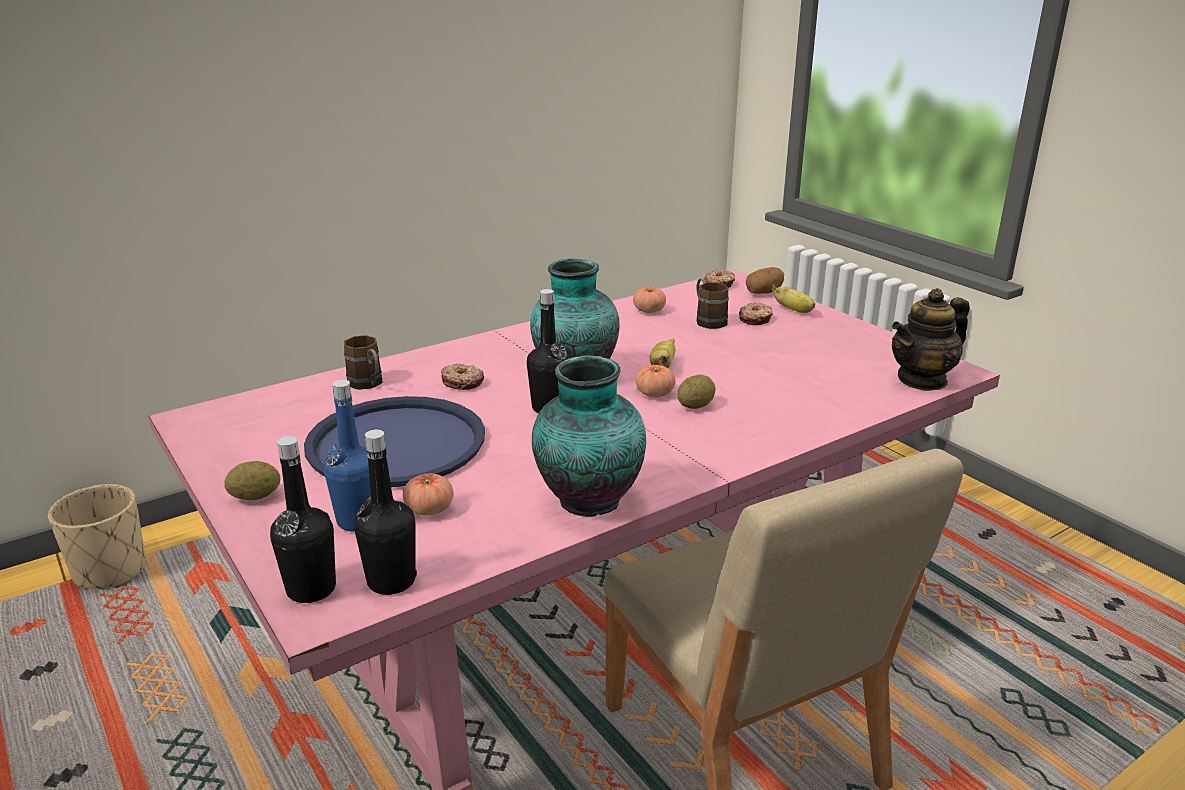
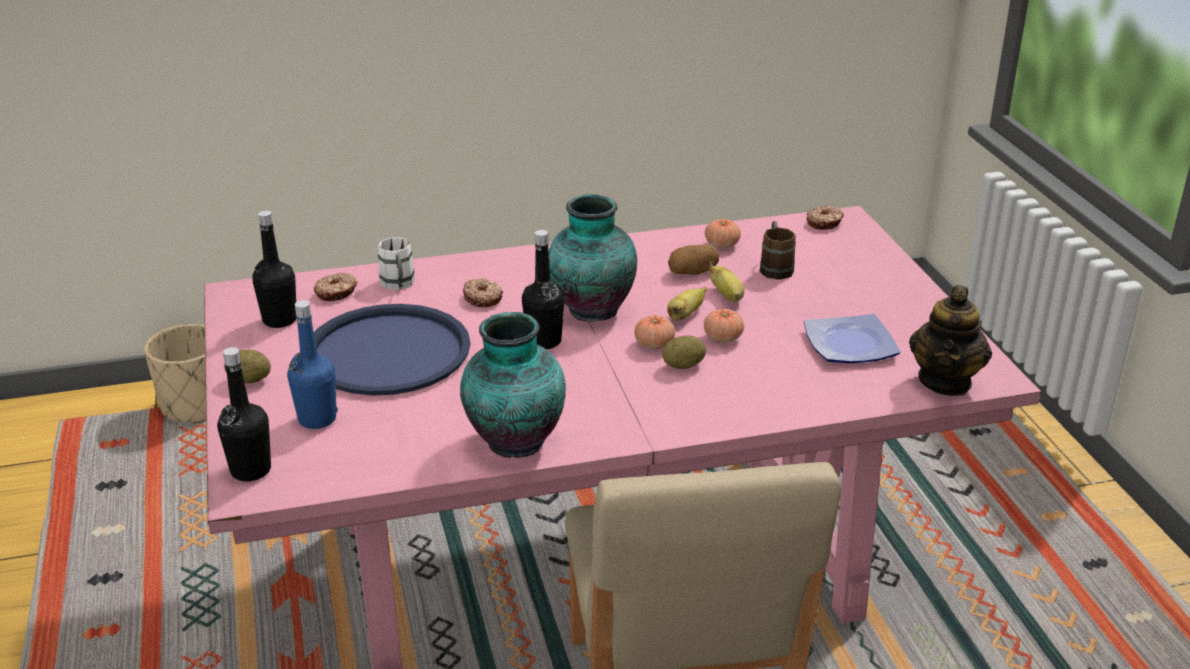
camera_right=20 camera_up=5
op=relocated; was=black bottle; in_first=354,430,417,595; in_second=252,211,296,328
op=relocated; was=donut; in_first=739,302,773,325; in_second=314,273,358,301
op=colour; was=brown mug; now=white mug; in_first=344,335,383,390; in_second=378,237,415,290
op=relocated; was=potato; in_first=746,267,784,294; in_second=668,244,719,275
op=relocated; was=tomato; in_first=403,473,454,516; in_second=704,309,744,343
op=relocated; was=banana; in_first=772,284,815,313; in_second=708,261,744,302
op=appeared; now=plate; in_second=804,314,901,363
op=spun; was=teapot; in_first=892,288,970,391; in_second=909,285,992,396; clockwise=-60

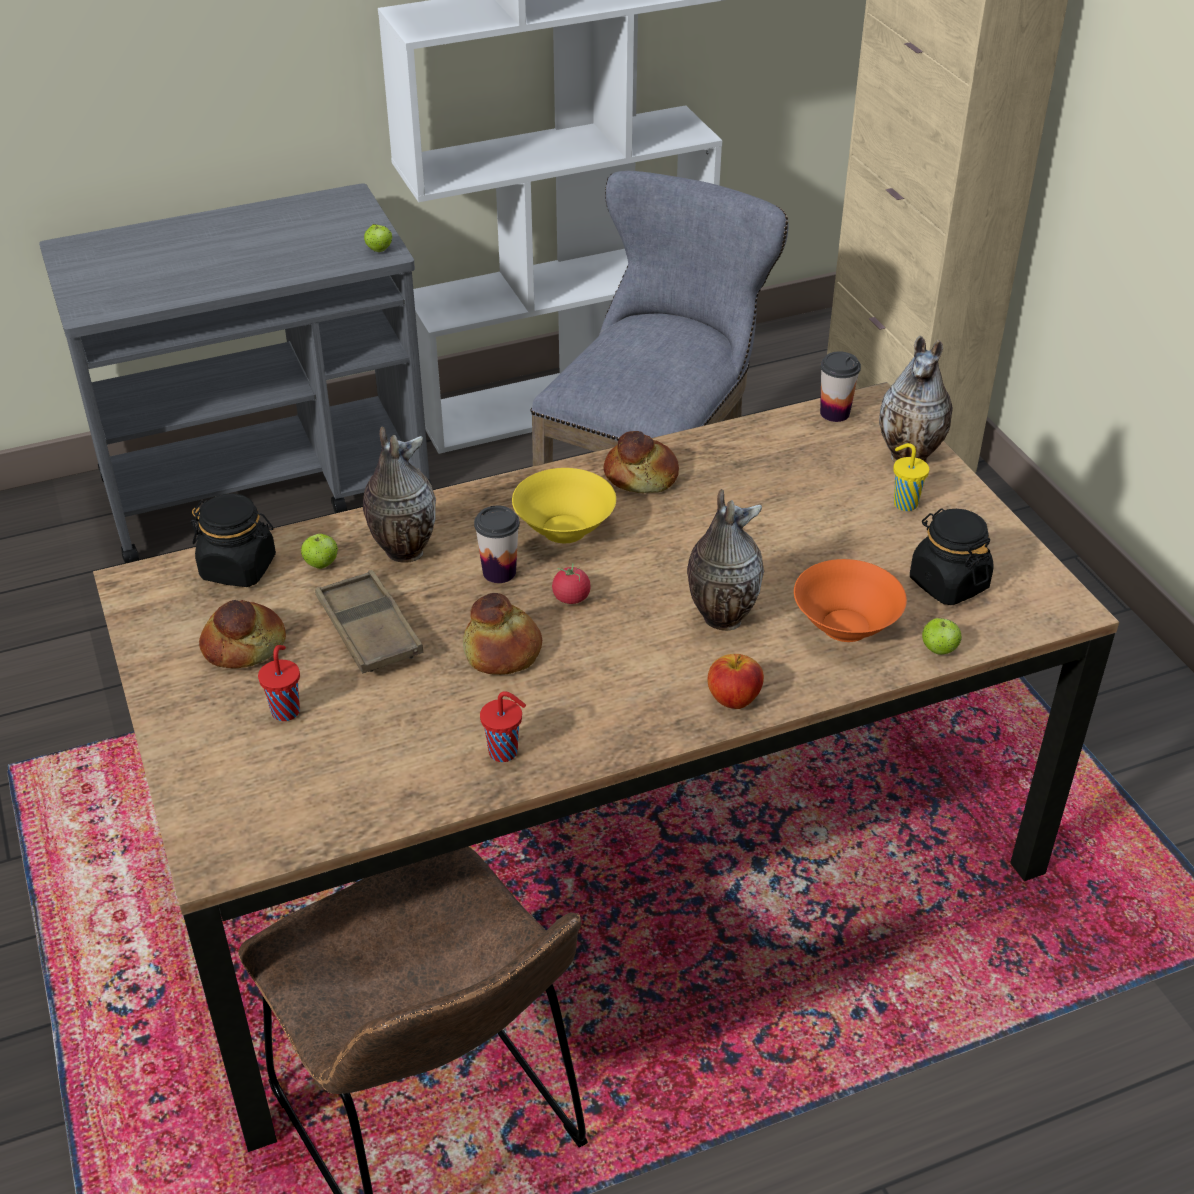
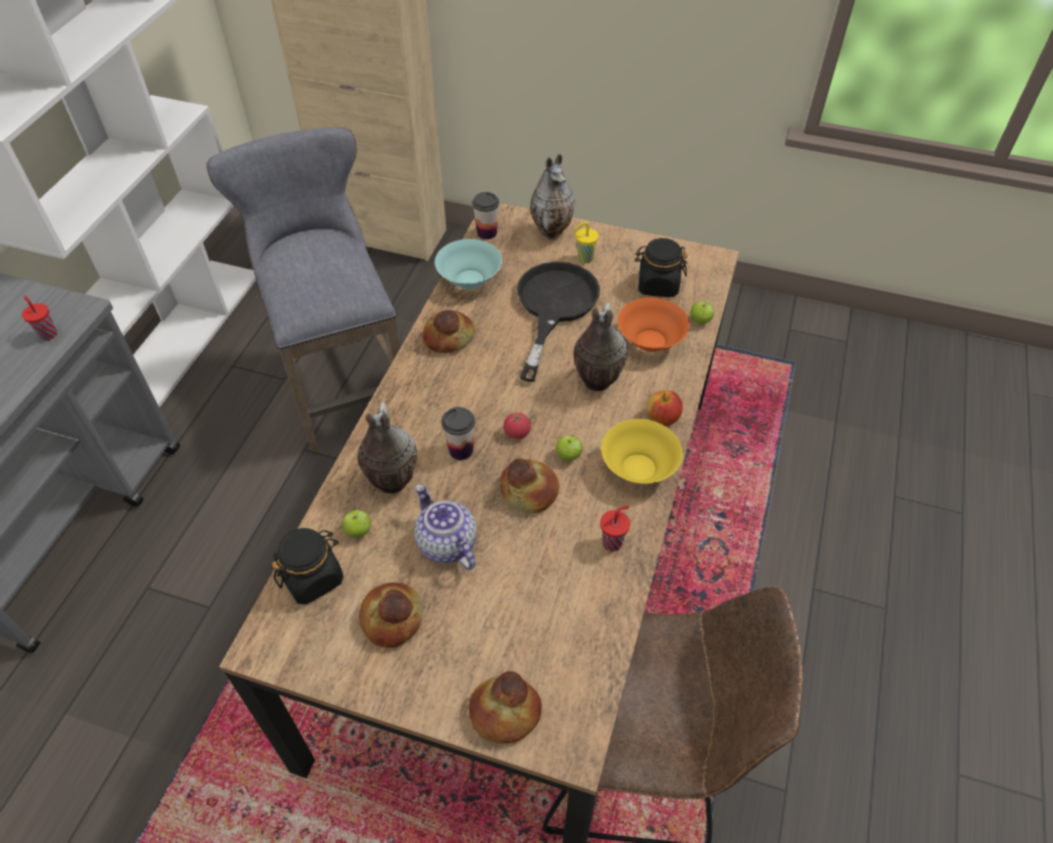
camera_right=-50 camera_up=10
op=relocated; was=red cup; in_first=258,645,300,721; in_second=22,296,57,341
op=exchanged; was=brown tray; now=teapot; in_first=315,570,424,673; in_second=414,484,477,570
op=appeared; now=turquoise bowl; in_second=435,239,502,290
op=appeared; now=bread; in_second=469,671,542,744
op=appeared; now=black frying pan; in_second=517,261,600,382
op=relocated; was=apple; in_first=364,224,392,252; in_second=556,435,583,461
op=relocated; was=yellow bowl; in_first=512,468,616,543; in_second=601,419,682,484

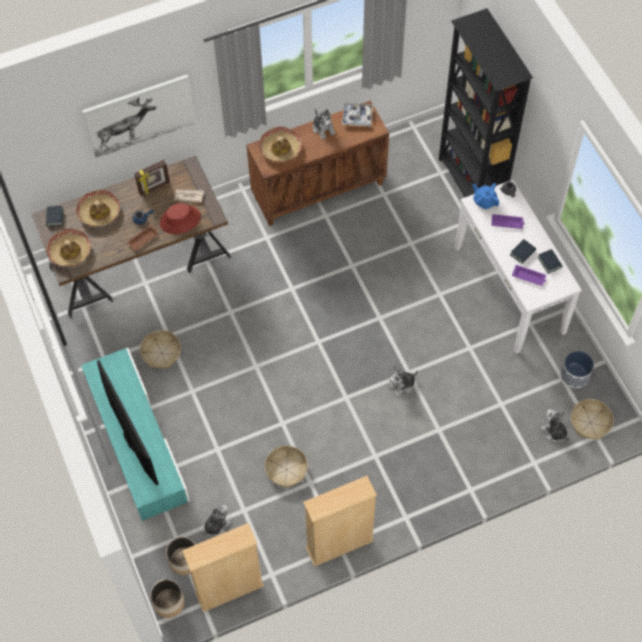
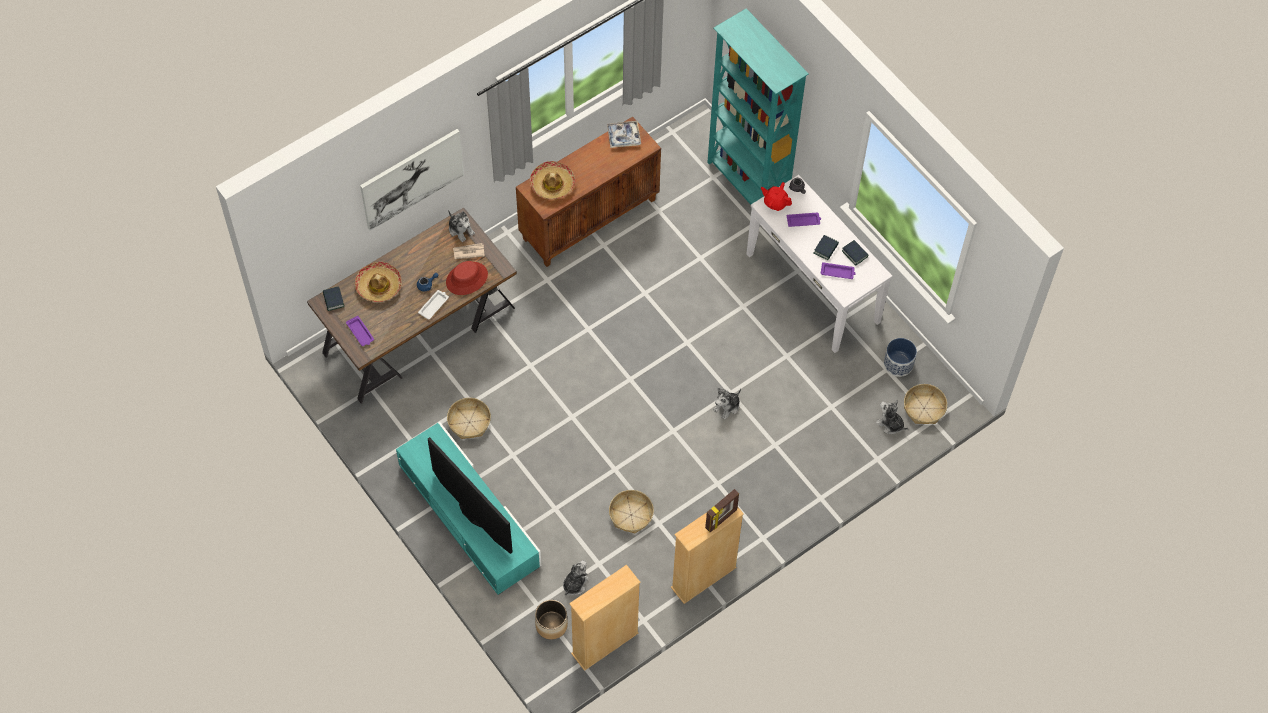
camera_right=-15 camera_up=0
op=exchanged; was=hat; now=purple tray; in_first=46,228,91,266; in_second=346,316,374,346
op=colour; was=brown tray; now=white tray; in_first=127,225,159,251; in_second=418,290,449,320
op=relocated; was=plush toy; in_first=313,108,335,140; in_second=448,210,475,242
op=relocated; was=picture frame; in_first=134,160,170,196; in_second=705,489,739,532
op=colour; was=black bookcase; now=turquoise bookcase; in_first=439,8,533,197; in_second=707,8,809,205
op=colour; was=blue teapot; now=red teapot; in_first=472,183,499,210; in_second=761,182,792,211
op=missing; was=planter; in_first=150,579,185,618

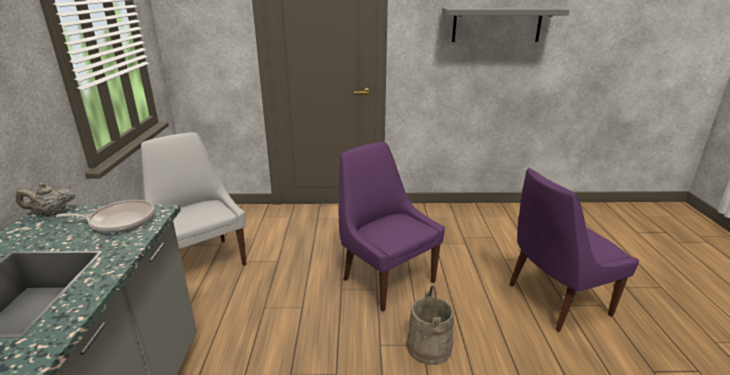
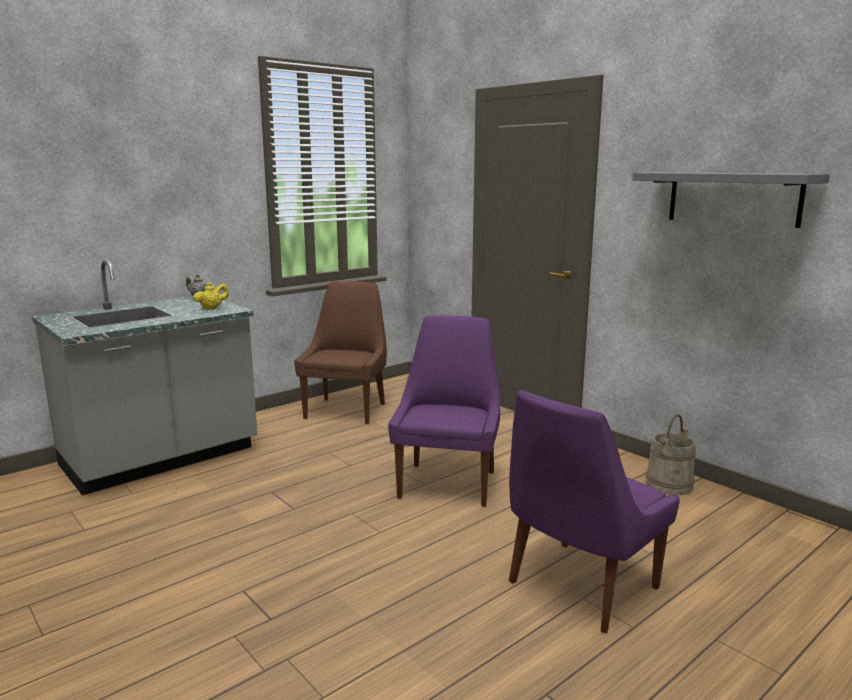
camera_right=50 camera_up=-10
op=exchanged; was=frying pan; now=yellow teapot; in_first=56,200,154,233; in_second=193,282,229,309
op=colour; was=white chair; now=brown chair; in_first=141,132,247,266; in_second=294,281,387,424
op=spun; was=purple chair; in_first=509,168,639,332; in_second=509,390,680,634; clockwise=-75
op=relocated; was=beige bucket; in_first=407,285,454,365; in_second=646,414,696,495

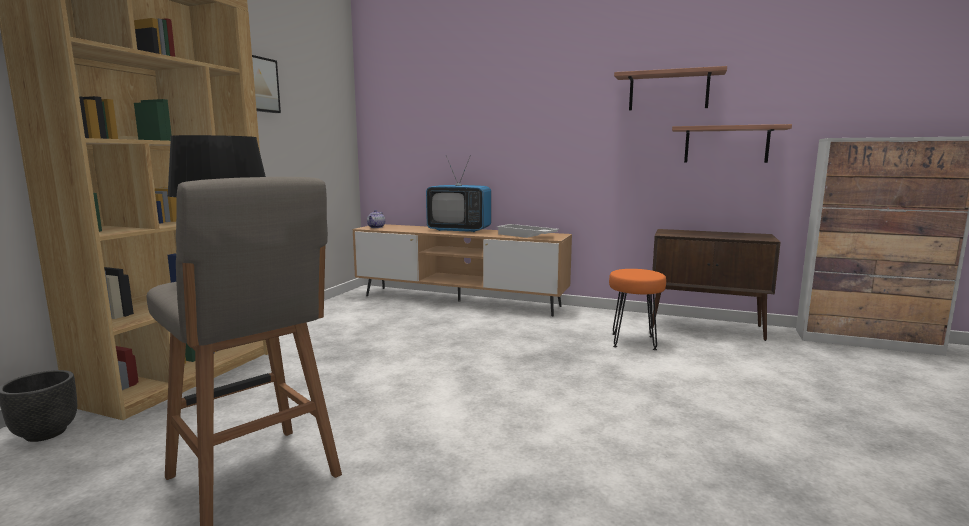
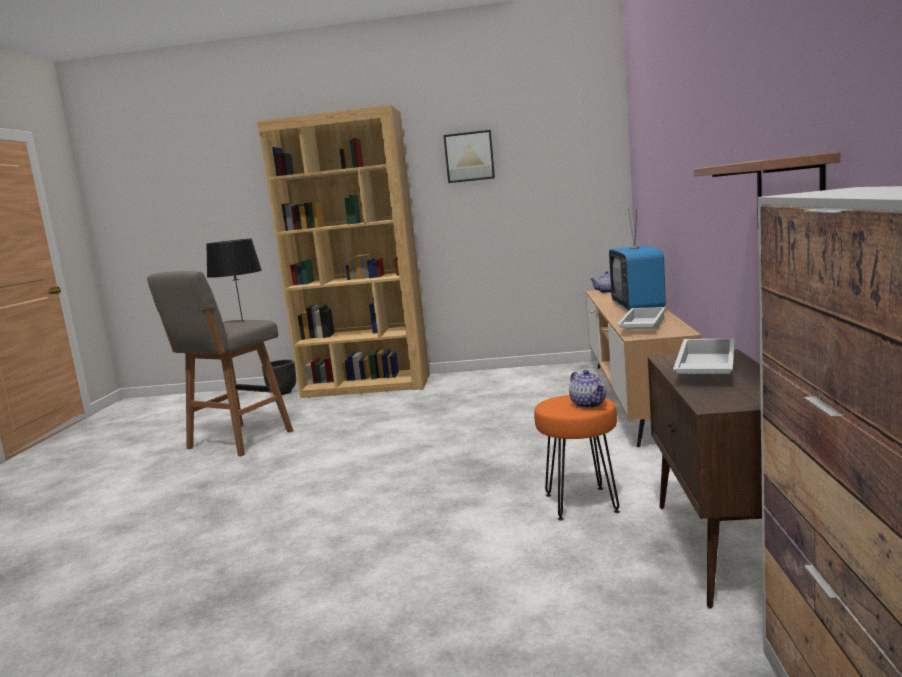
camera_right=75 camera_up=0
op=appeared; now=teapot; in_second=569,370,607,408
op=appeared; now=white tray; in_second=673,338,735,374
op=missing; was=shelf; in_first=614,66,727,110

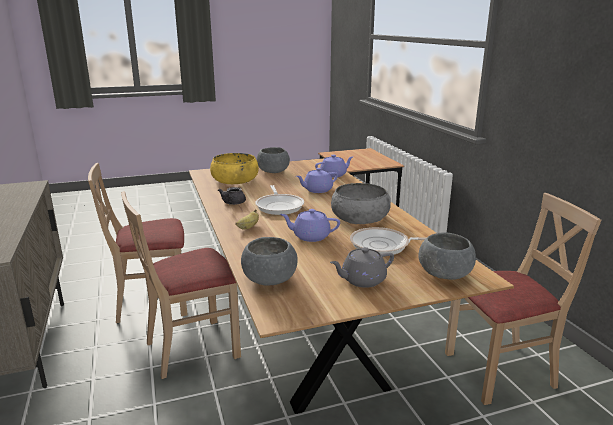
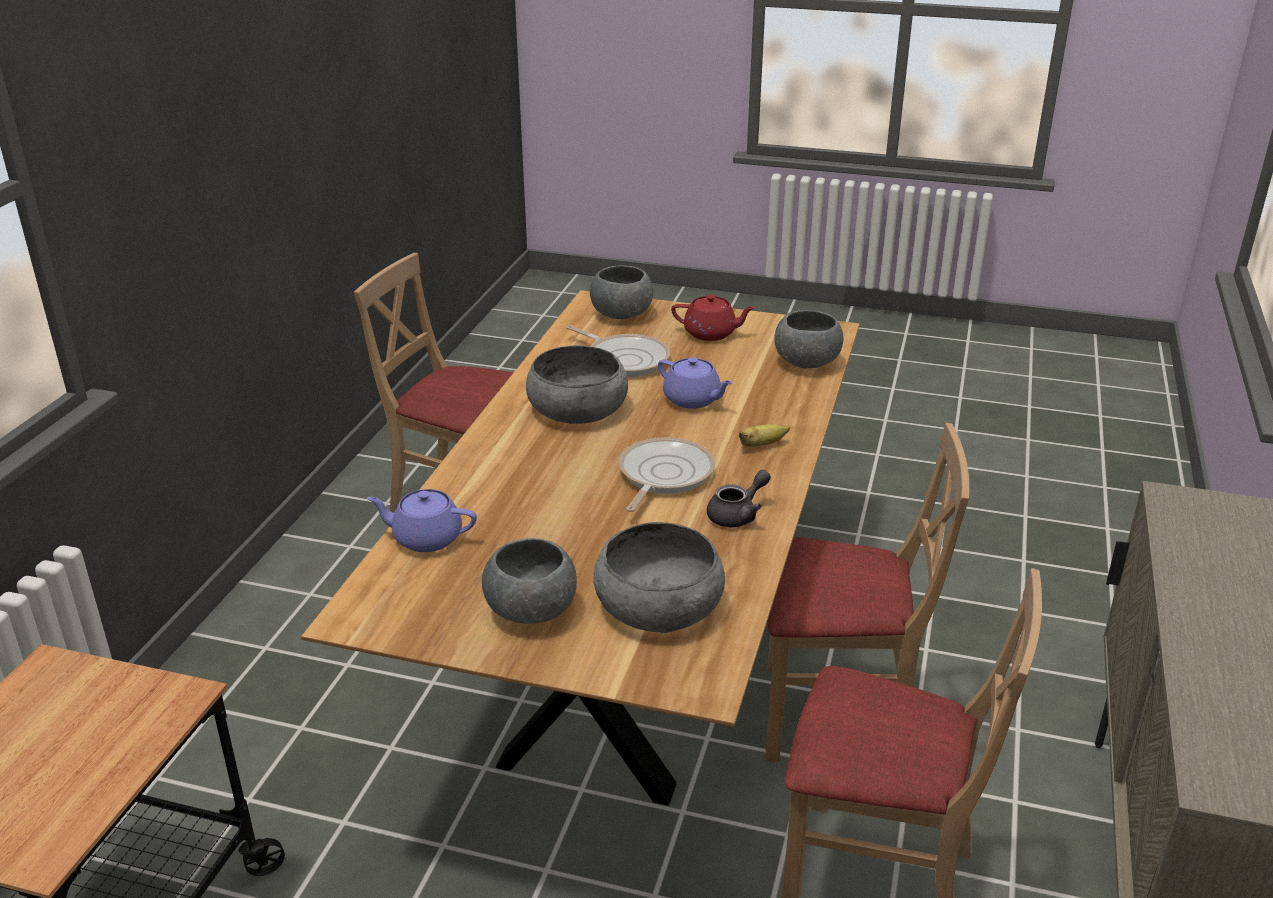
camera_right=-145 camera_up=10
op=colour; was=yellow bowl; now=grey bowl; in_first=210,153,259,184; in_second=593,522,725,633
op=colour; was=grey teapot; now=red teapot; in_first=330,247,394,288; in_second=671,294,756,341
op=missing; was=purple teapot; in_first=296,168,338,193

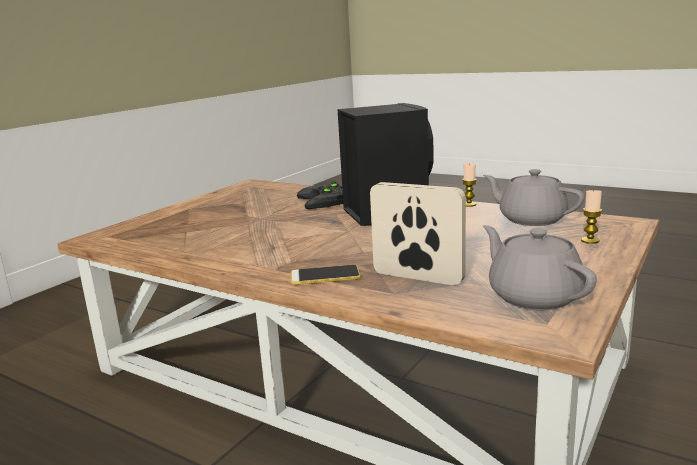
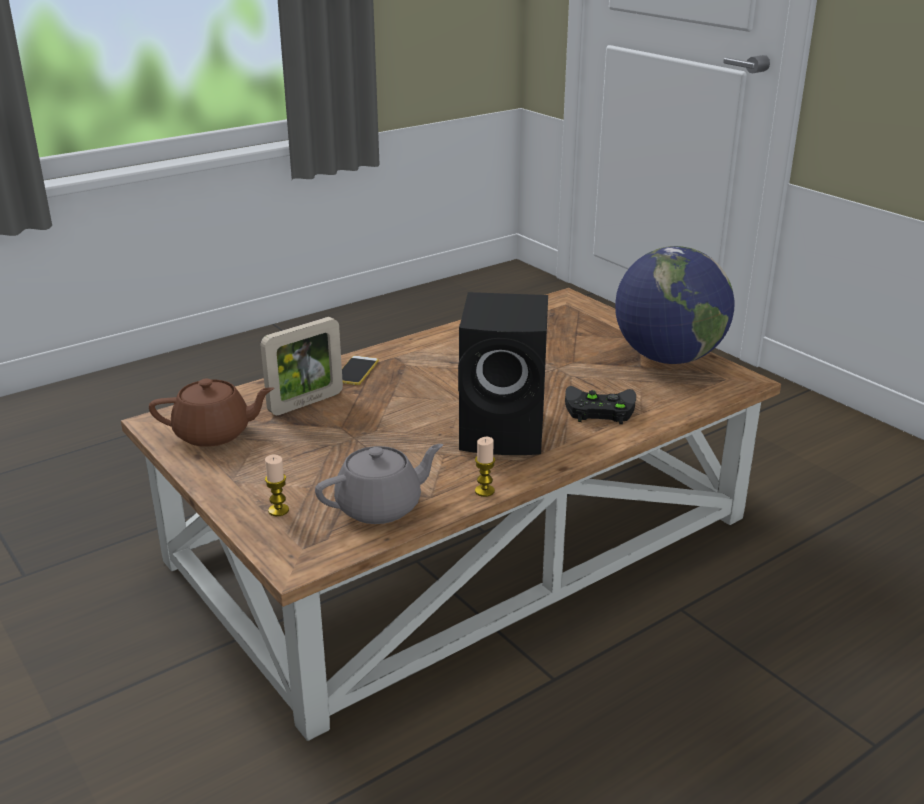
camera_right=110 camera_up=10
op=colour; was=grey teapot; now=brown teapot; in_first=483,225,597,311; in_second=149,379,274,447
op=appeared; now=globe; in_second=615,246,734,364

